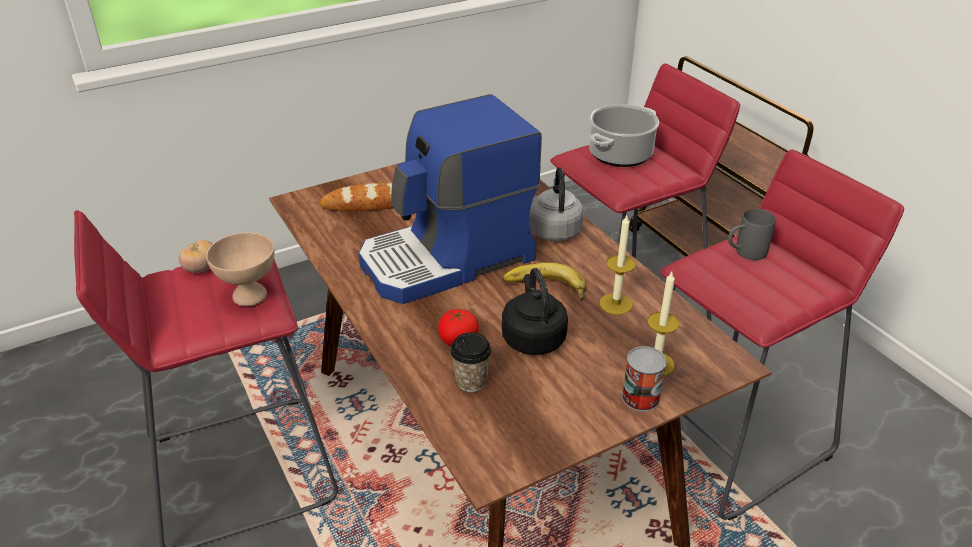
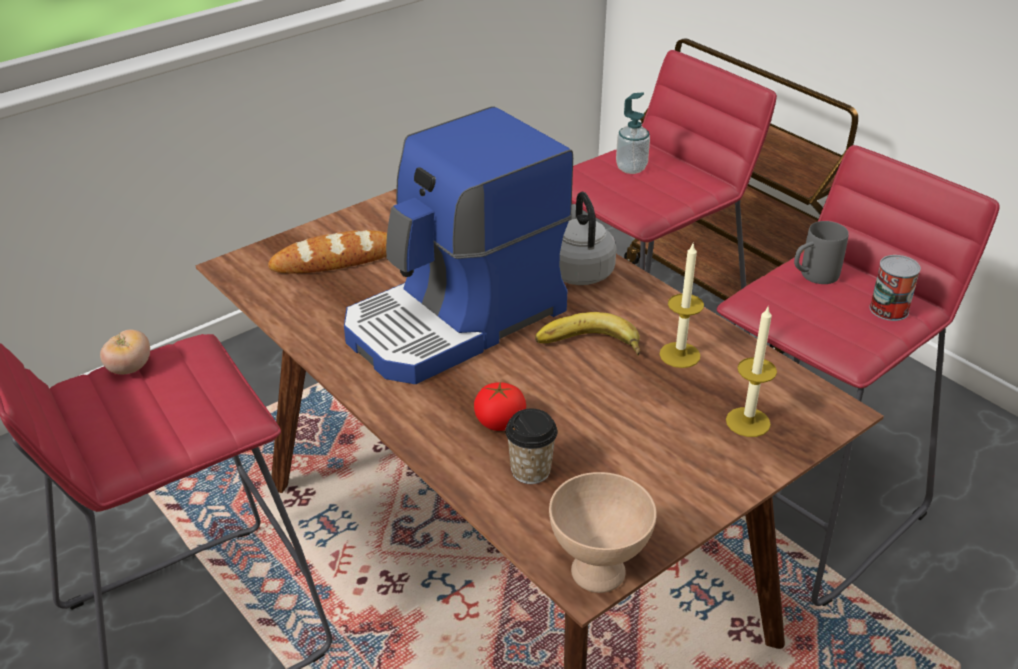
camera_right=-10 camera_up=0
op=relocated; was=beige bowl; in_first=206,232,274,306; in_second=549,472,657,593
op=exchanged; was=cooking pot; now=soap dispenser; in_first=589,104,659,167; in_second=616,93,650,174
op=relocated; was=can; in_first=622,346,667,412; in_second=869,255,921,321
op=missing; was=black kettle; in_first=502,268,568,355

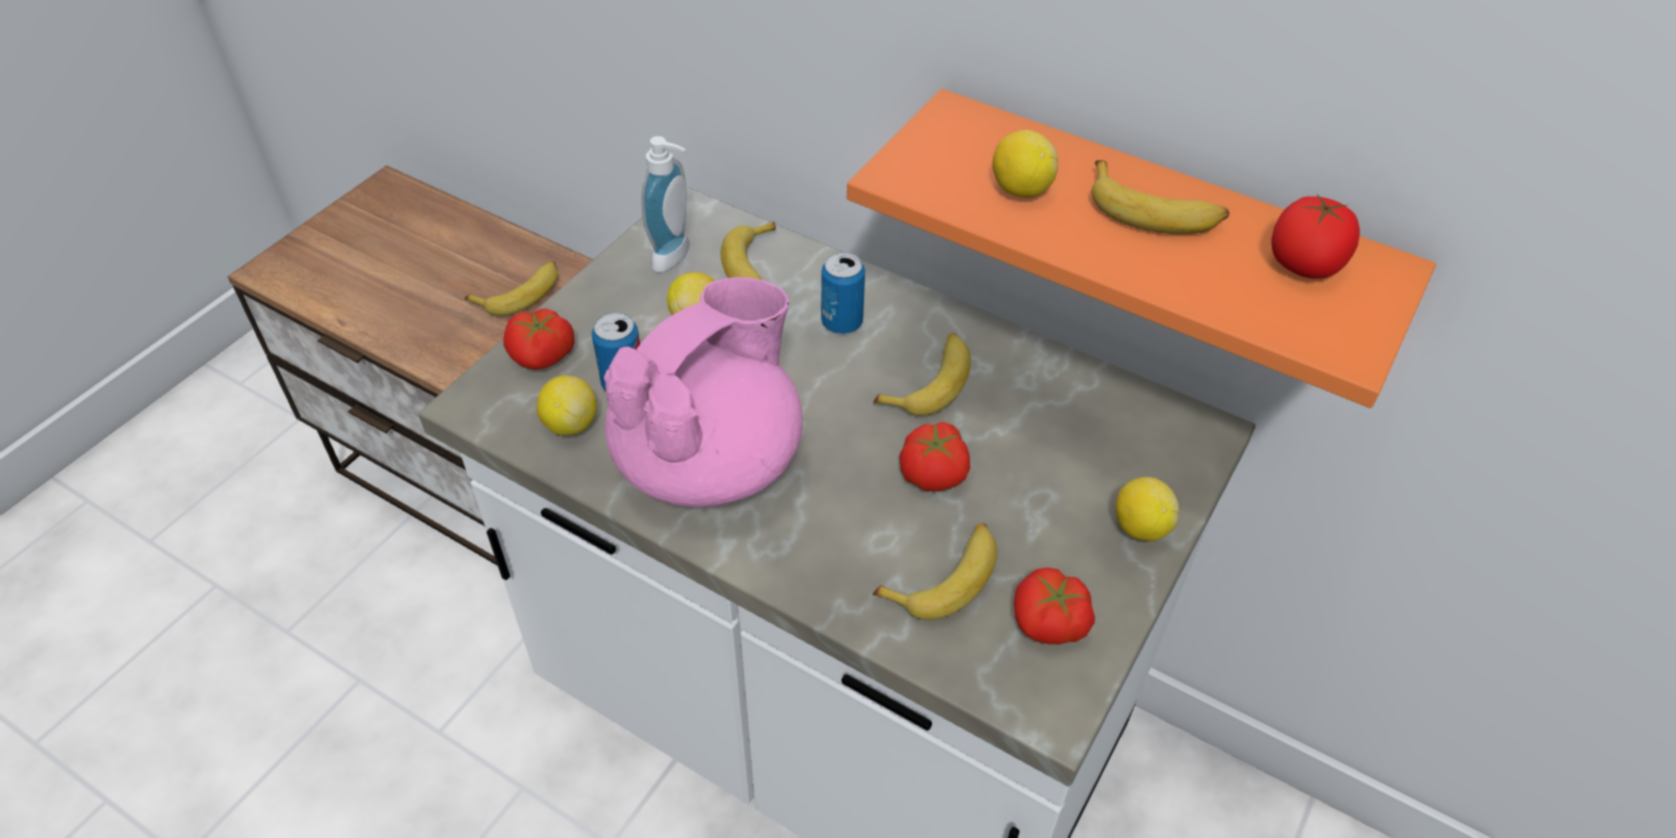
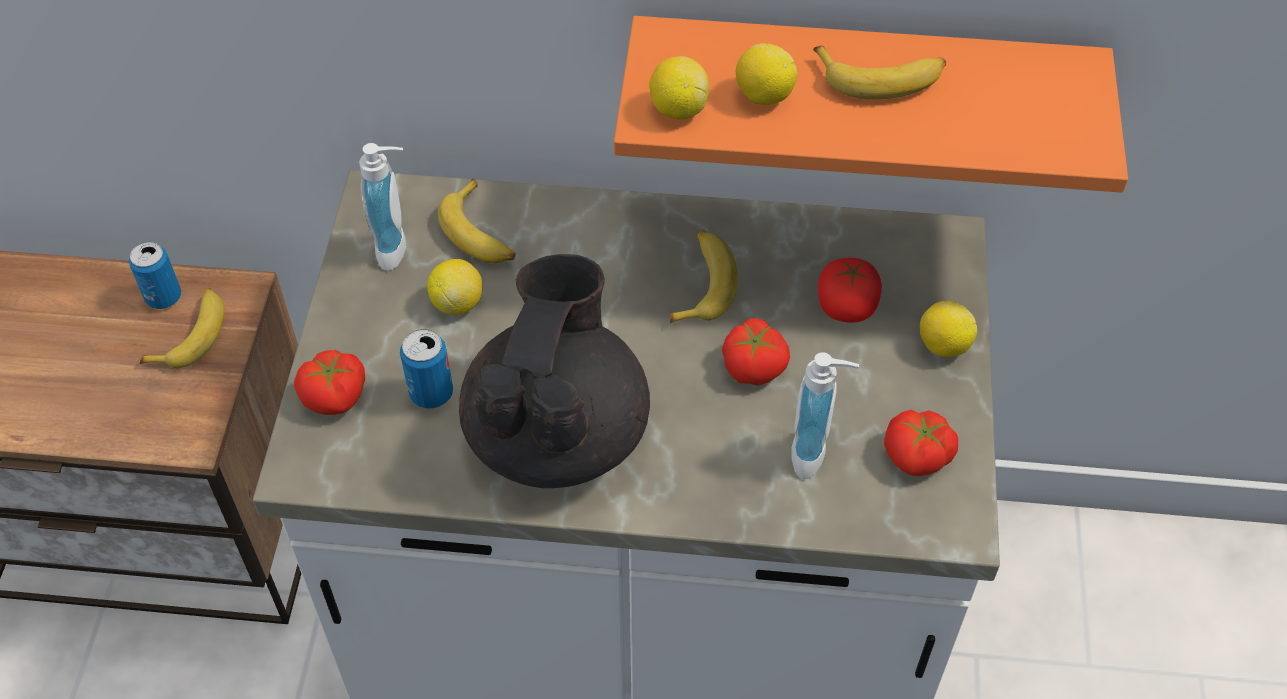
camera_right=-25 camera_up=5
op=relocated; was=can; in_first=821,252,865,334; in_second=129,242,181,309
op=colour; was=pink teapot; now=black teapot; in_first=604,277,802,507; in_second=459,254,650,488
op=relocated; was=lemon; in_first=537,375,597,436; in_second=649,56,709,120
op=exchanged; was=banana; now=soap dispenser; in_first=873,523,997,620; in_second=791,352,859,479
op=relocated; was=tomato; in_first=1271,195,1360,279; in_second=818,258,882,323

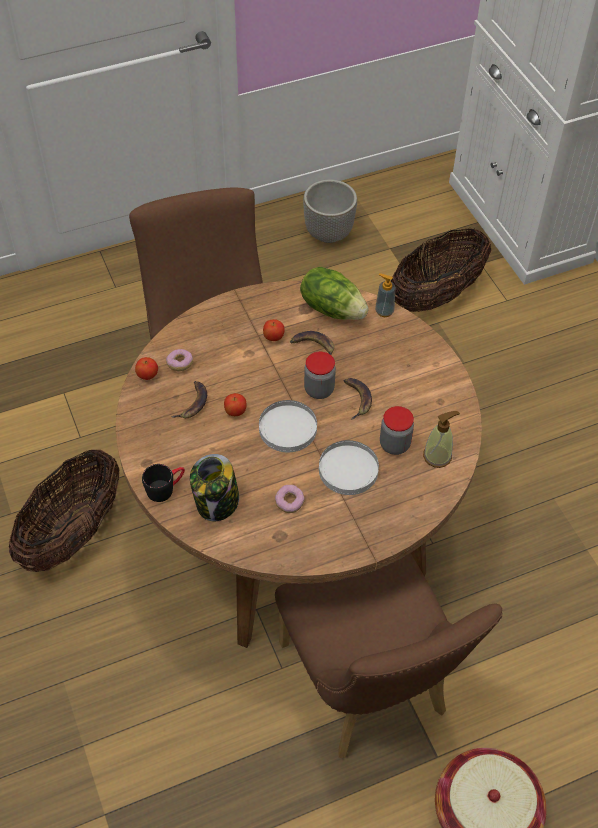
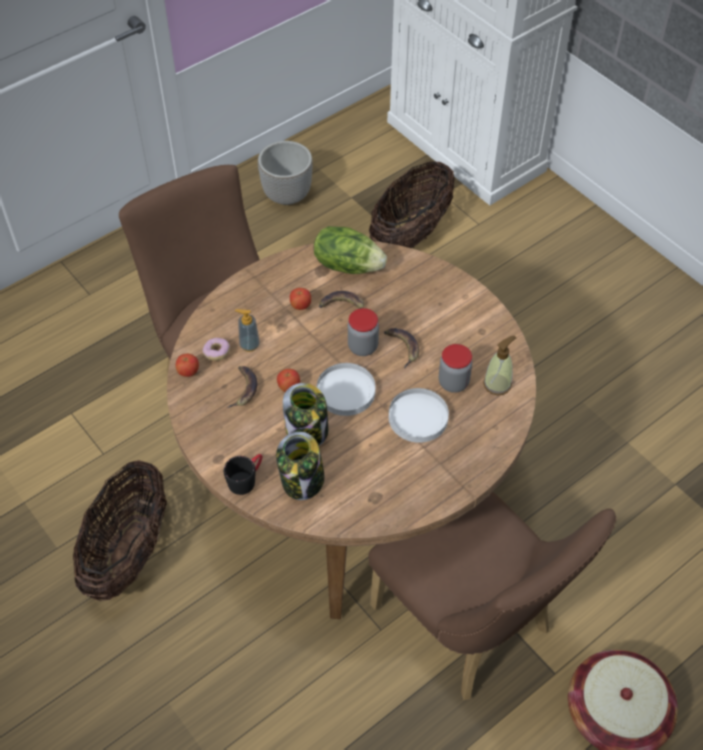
camera_right=-15 camera_up=0
op=relocated; was=soap dispenser; in_first=375,273,395,317; in_second=235,309,260,352
op=appeared; now=jar; in_second=283,383,328,445
op=missing; was=donut; in_first=275,485,305,513

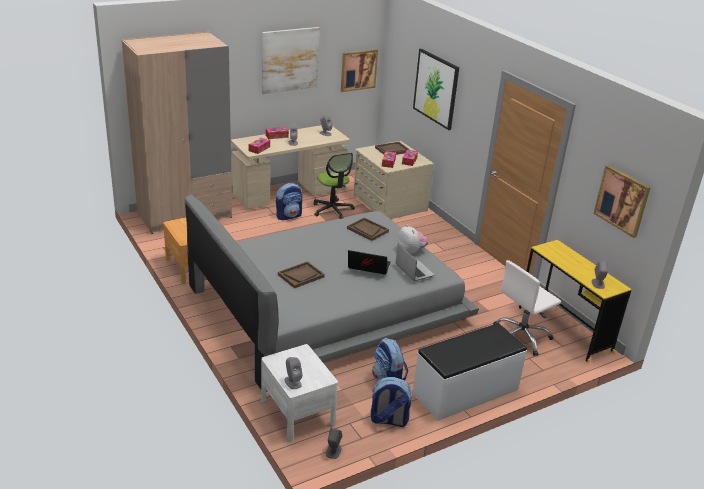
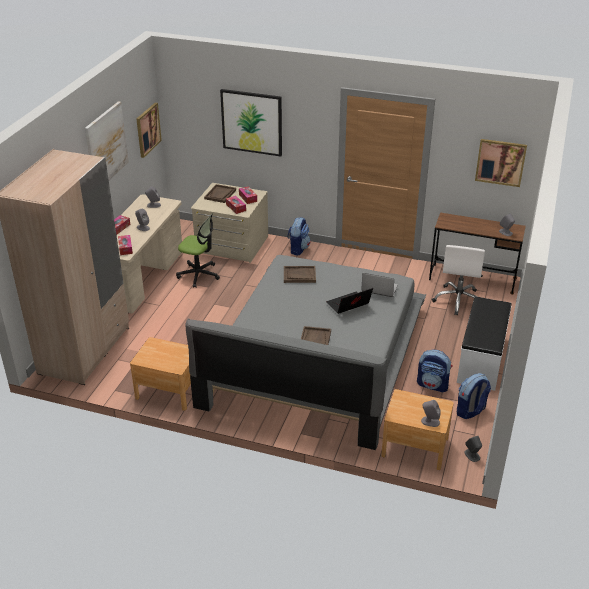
camera_right=-40 camera_up=5
op=relocated; was=backpack; in_first=276,183,302,220; in_second=287,217,311,256
op=colour; was=white nightstand; now=brown nightstand; in_first=261,344,338,442; in_second=381,389,454,470
op=colour; was=yellow desk; now=brown desk; in_first=519,240,632,363; in_second=429,213,526,295
op=missing; was=plush toy; in_first=398,224,428,255

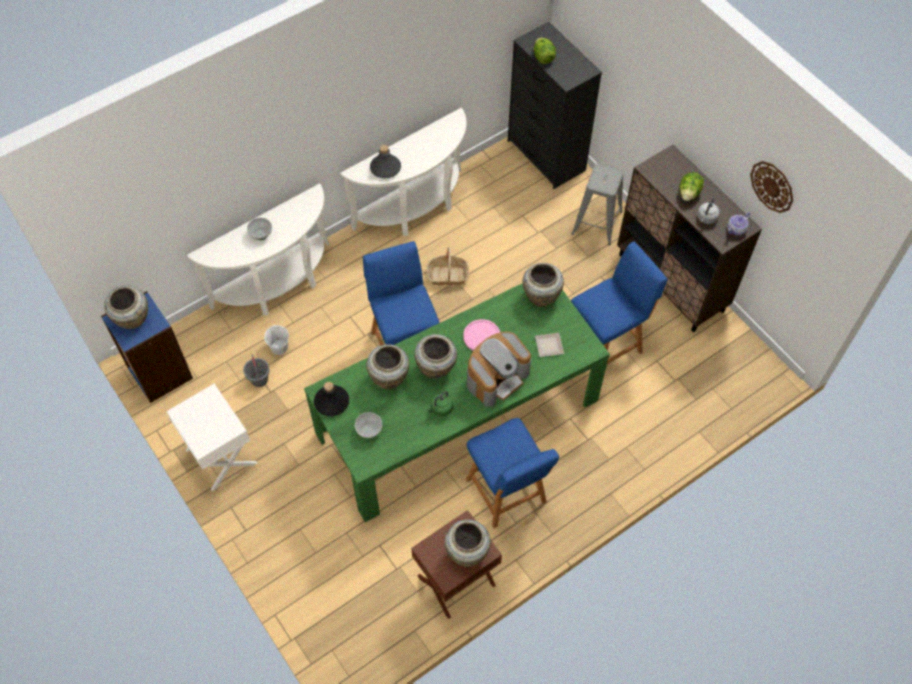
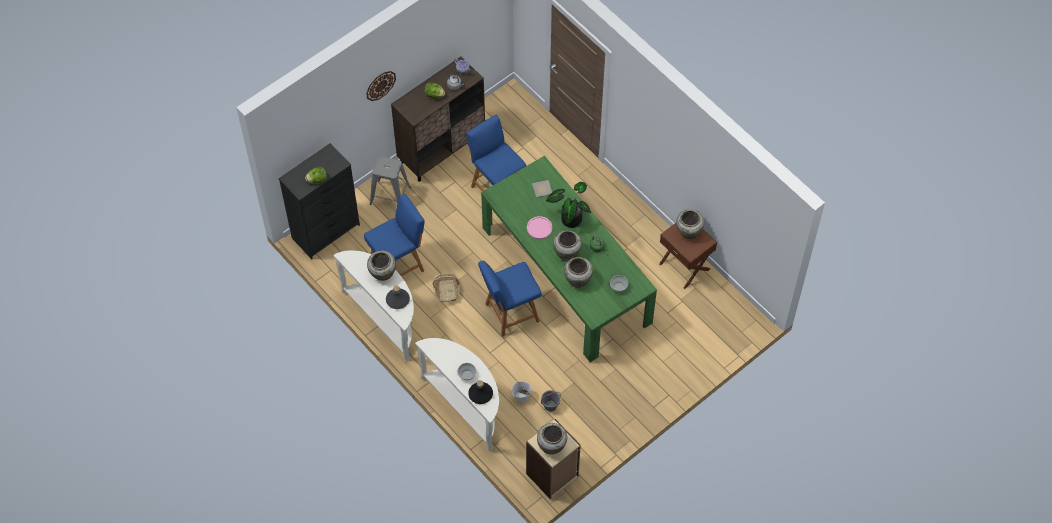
camera_right=-95 camera_up=0
op=relocated; was=blue chair; in_first=466,418,559,528; in_second=364,193,425,276
op=relocated; was=wall clock; in_first=750,161,793,213; in_second=366,71,396,101
op=relocated; was=beige vase; in_first=523,263,564,307; in_second=367,251,396,281
op=relocated; was=black bottle; in_first=314,382,349,416; in_second=468,380,493,404
op=colour; was=blue bookcase; now=beige bookcase; in_first=101,291,193,403; in_second=526,419,581,499
op=exchanged; was=coffee machine; now=potted plant; in_first=467,331,531,407; in_second=546,182,591,228
op=missing; was=white nightstand; in_first=166,384,257,491

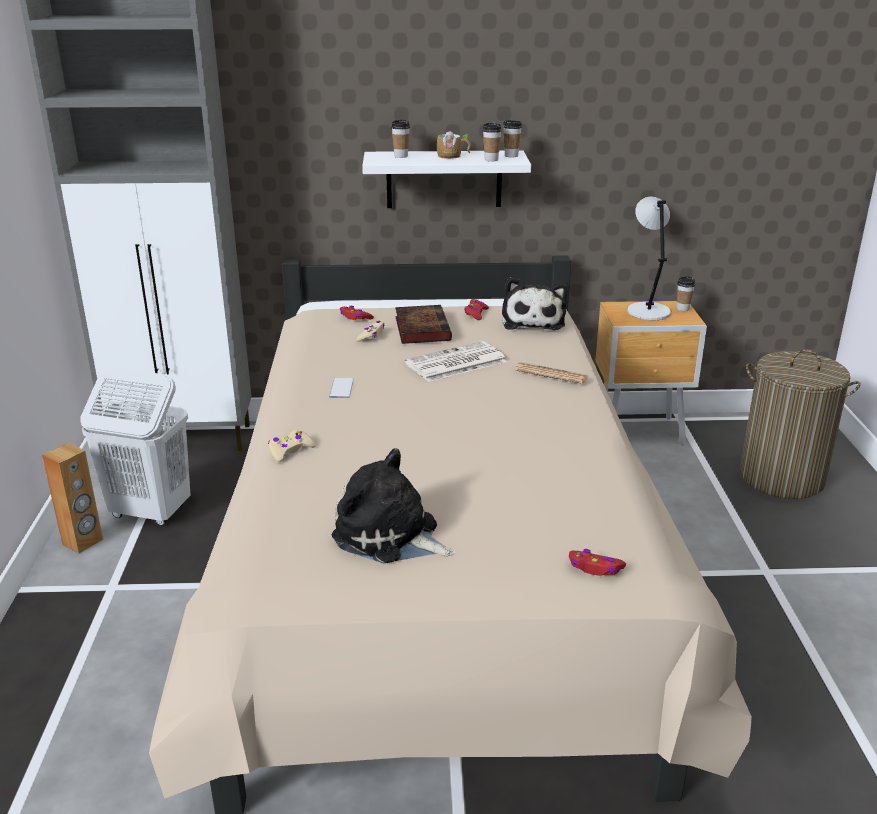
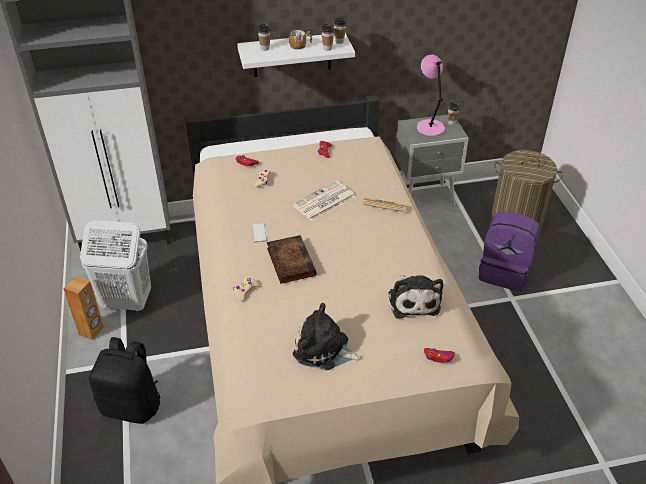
camera_right=-10 camera_up=15
op=appeared; now=black backpack; in_second=89,337,161,424
op=relocated; was=book; in_first=395,305,452,344; in_second=267,235,317,284
op=relocated; was=plush toy; in_first=502,277,567,330; in_second=388,275,443,319
op=colour; was=brown nightstand; now=grey nightstand; in_first=595,301,707,446; in_second=395,115,469,207
op=colour; was=grey table lamp; now=pink table lamp; in_first=627,197,671,320; in_second=417,55,445,136
op=appeared; now=purple backpack; in_second=479,211,540,292

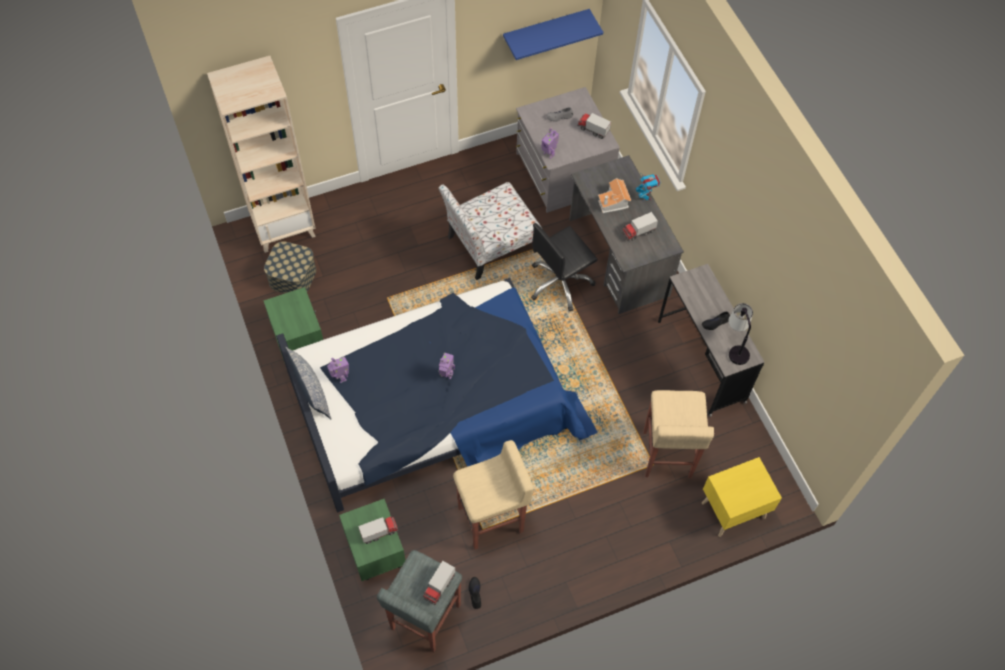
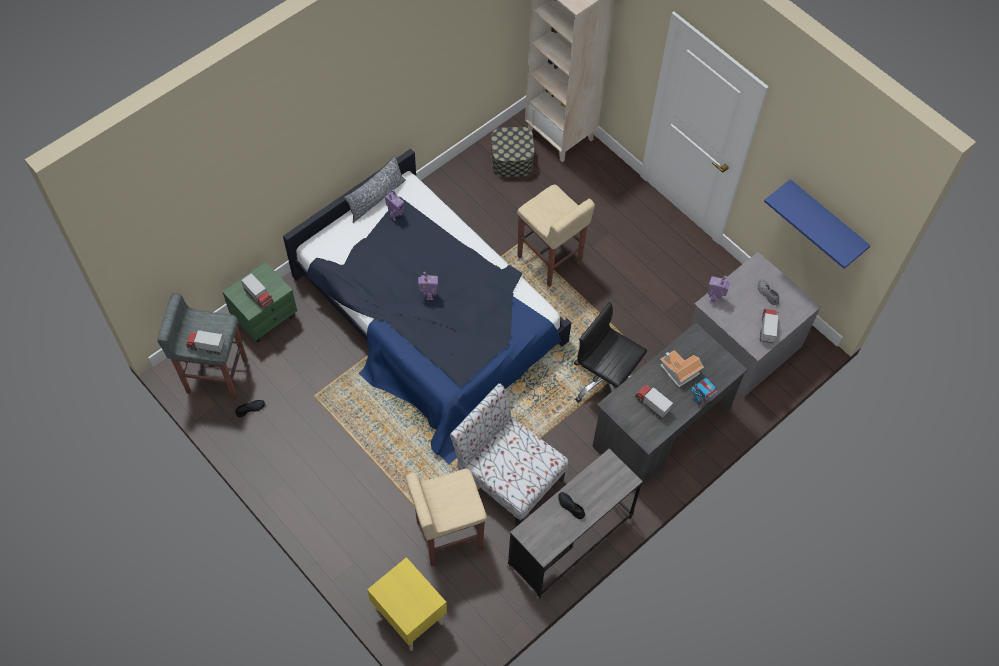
camera_right=70 camera_up=0
op=relocated; was=chair; in_first=439,182,542,280; in_second=450,383,569,527
op=relocated; was=beige stool; in_first=453,440,534,550; in_second=517,184,595,287
op=missing; was=green nightstand; in_first=263,287,323,363
op=missing; was=table lamp; in_first=728,303,753,365

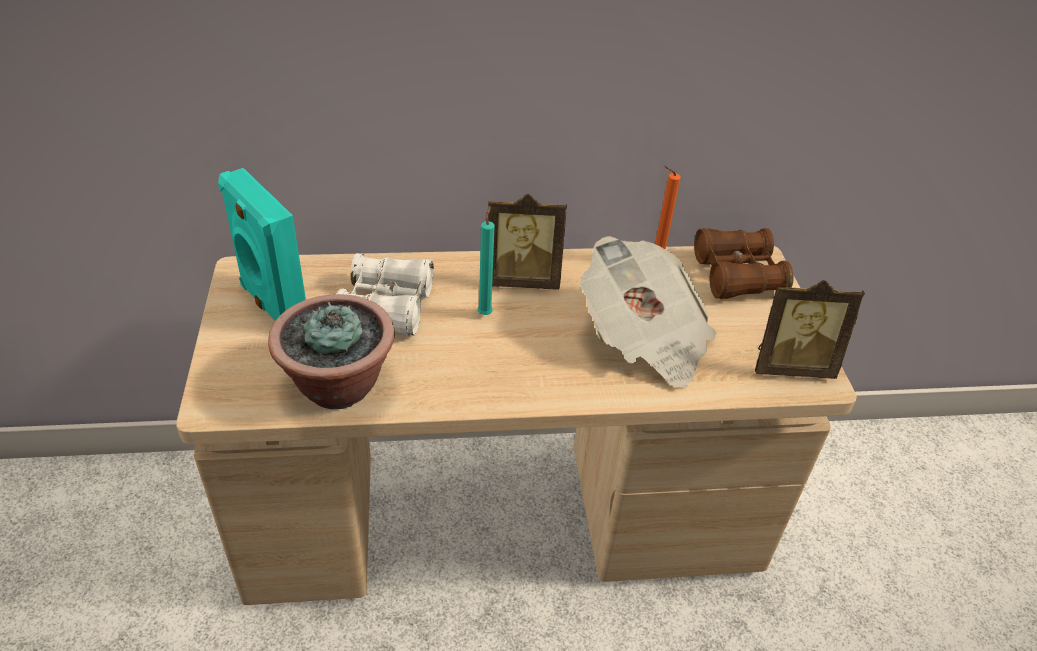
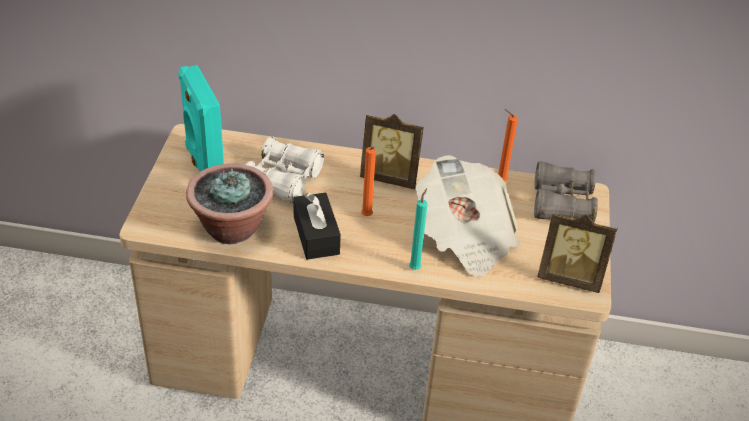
camera_right=15 camera_up=0
op=appeared; now=black tissue box; in_second=294,193,341,260
op=appeared; now=orange candle; in_second=361,147,376,216
op=relocated; was=turquoise candle; in_first=477,206,494,315; in_second=409,188,428,270
op=colour; was=brown binoculars; now=grey binoculars; in_first=694,228,794,299; in_second=534,161,598,223

